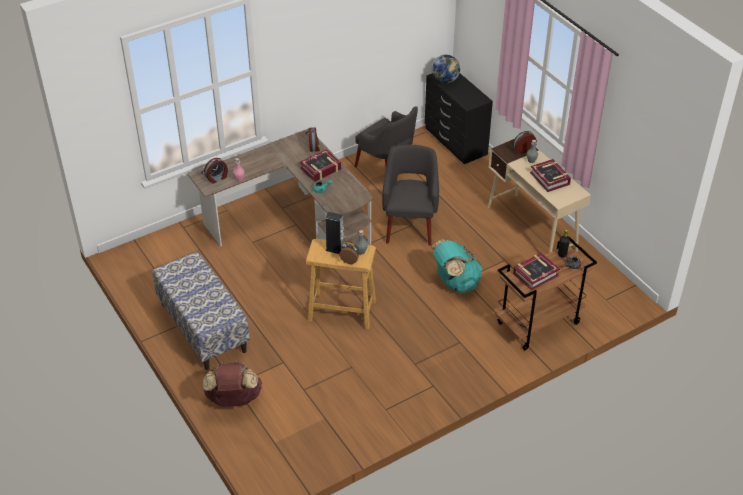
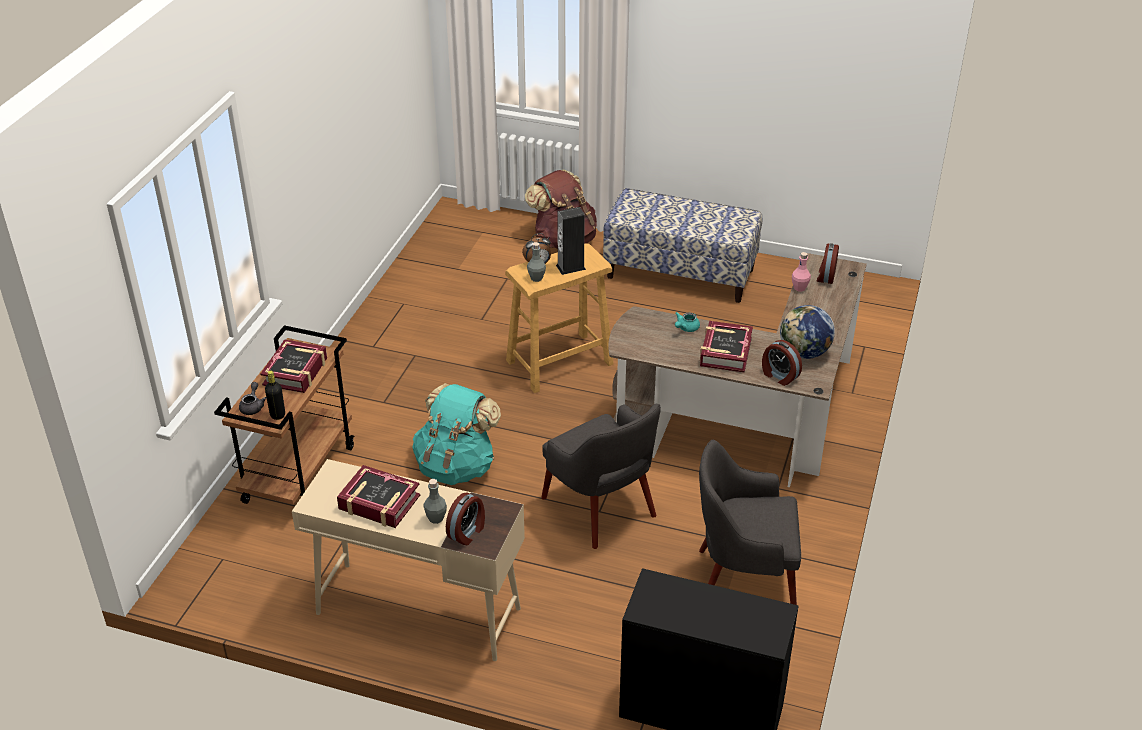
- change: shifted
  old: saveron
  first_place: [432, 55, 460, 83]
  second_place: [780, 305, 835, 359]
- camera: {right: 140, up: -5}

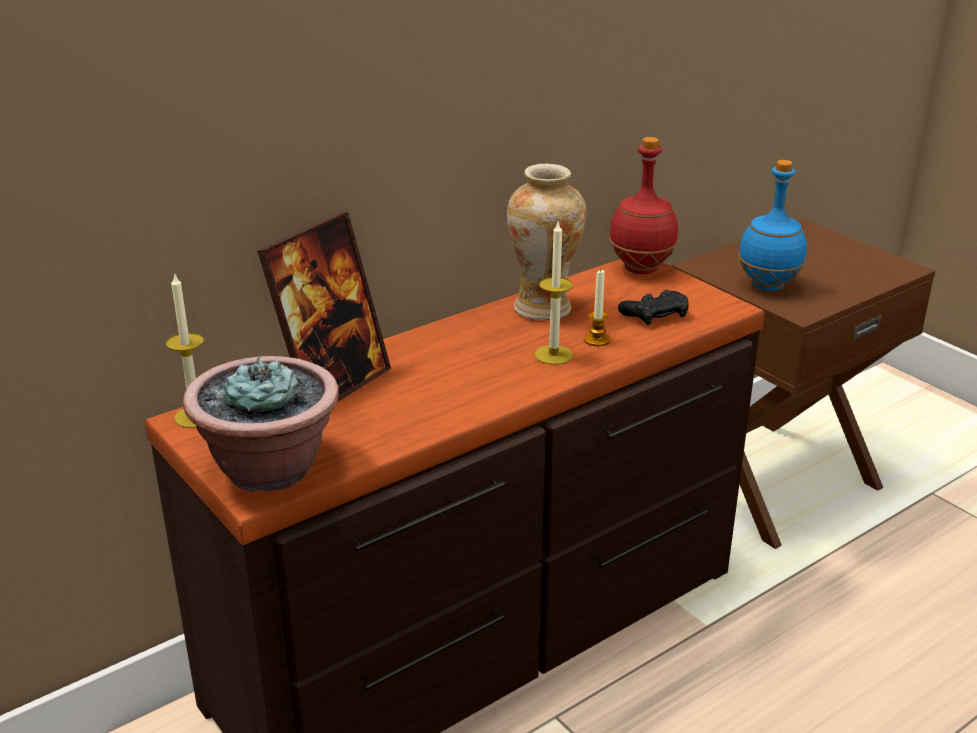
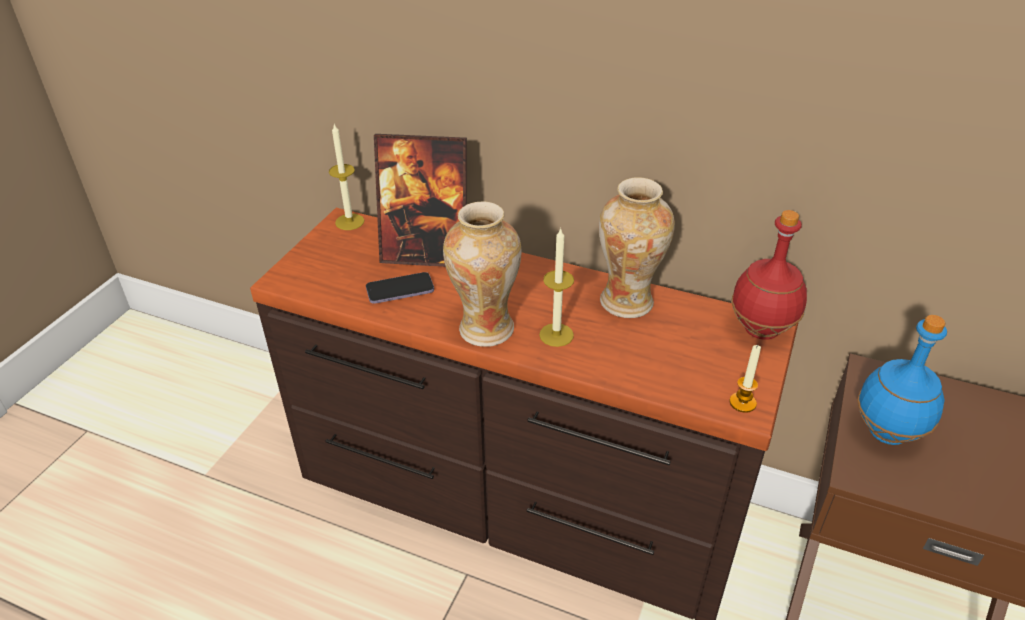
- change: shifted
  old: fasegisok
  first_place: [584, 269, 610, 346]
  second_place: [729, 345, 761, 413]
- change: gone
  old: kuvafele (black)
  first_place: [618, 290, 689, 326]
- change: gone
  old: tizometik
  first_place: [183, 356, 339, 492]
- change: new
  new: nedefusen
  second_place: [443, 202, 521, 347]
- change: new
  new: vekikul
  second_place: [366, 272, 434, 304]
- camera: {right: 60, up: 10}

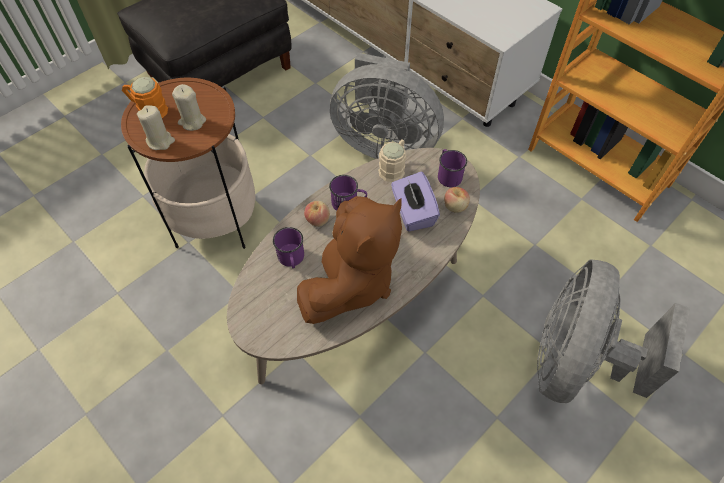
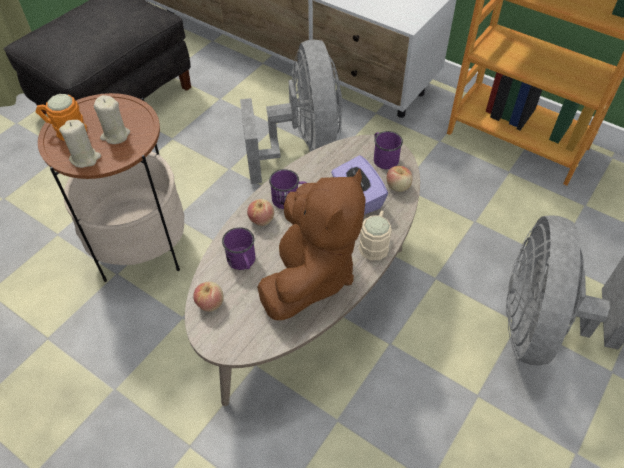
- change: rotated
  old: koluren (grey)
  first_place: [330, 53, 444, 159]
  second_place: [240, 39, 342, 184]
  degrees: -105
- change: shifted
  old: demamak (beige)
  first_place: [378, 139, 406, 182]
  second_place: [358, 211, 392, 260]
- change: new
  new: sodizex
  second_place: [193, 281, 224, 312]
- camera: {right: -10, up: -5}

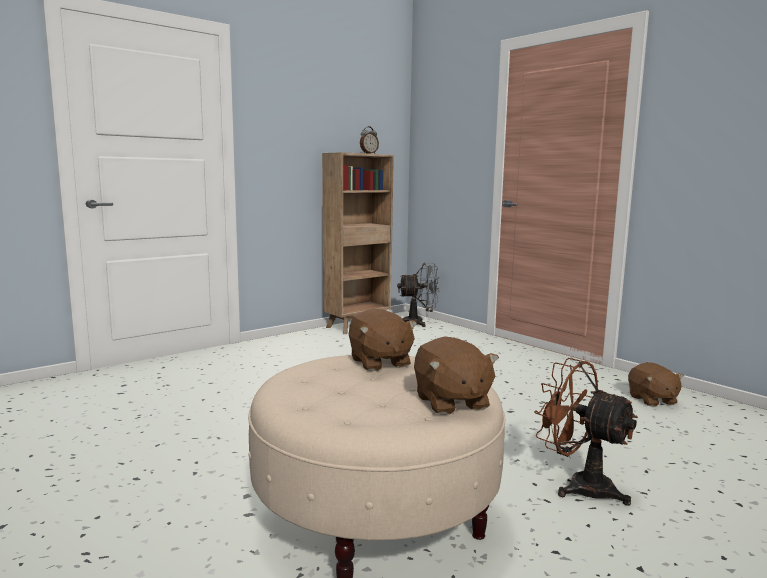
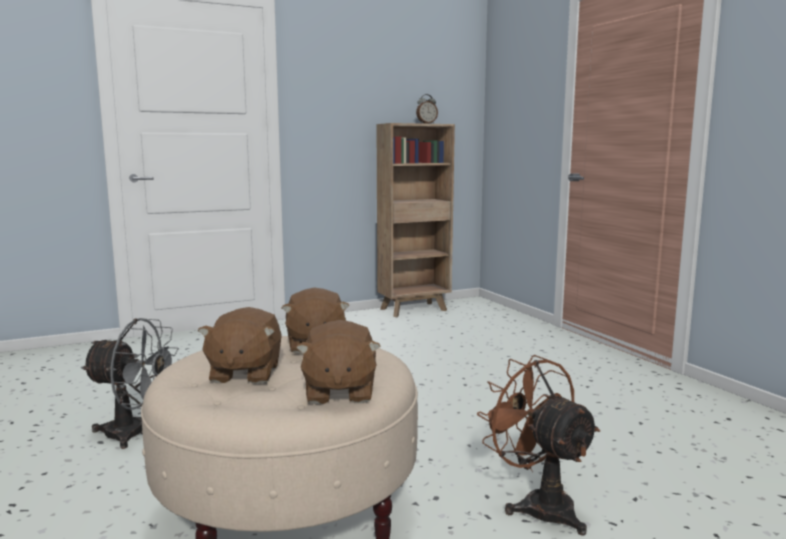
- change: shifted
  old: koluren (grey)
  first_place: [397, 263, 439, 327]
  second_place: [81, 318, 179, 449]
- change: shifted
  old: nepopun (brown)
  first_place: [628, 362, 684, 407]
  second_place: [198, 307, 282, 384]
- camera: {right: 15, up: 0}

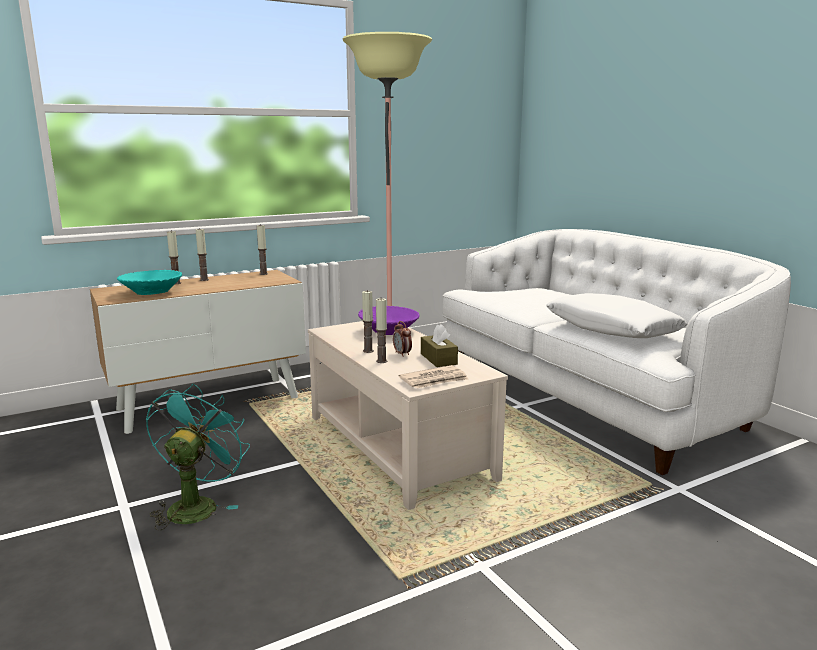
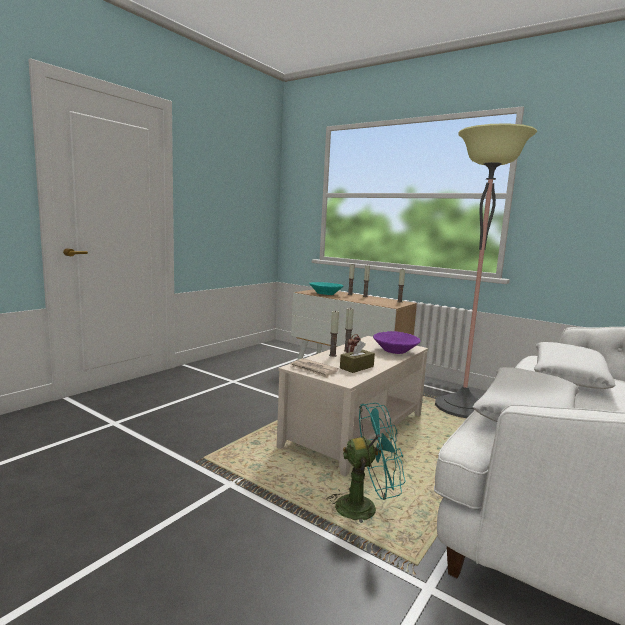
- change: shifted
  old: koluren (turquoise)
  first_place: [146, 384, 250, 531]
  second_place: [327, 403, 405, 523]
- change: new
  new: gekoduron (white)
  second_place: [534, 342, 616, 389]
- camera: {right: 65, up: -5}

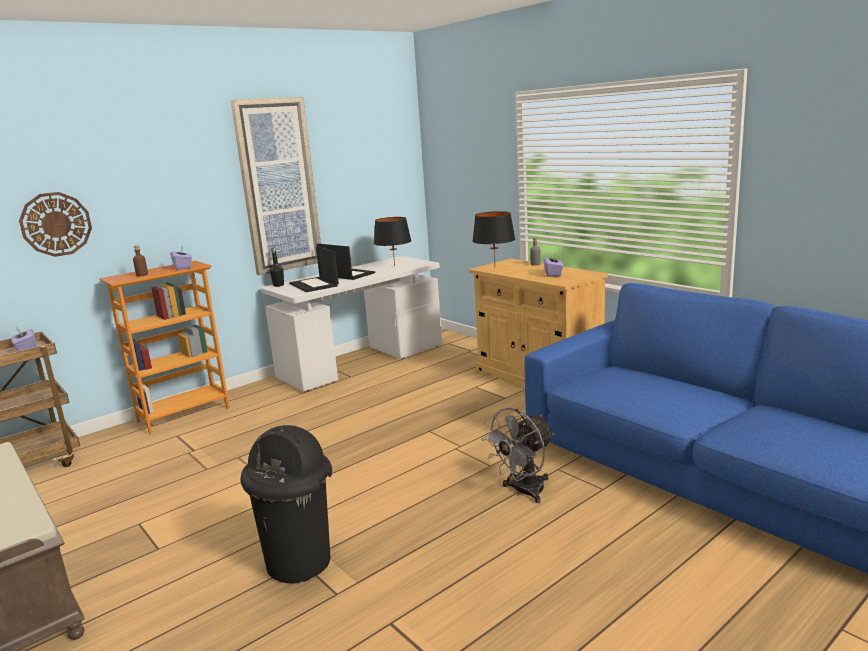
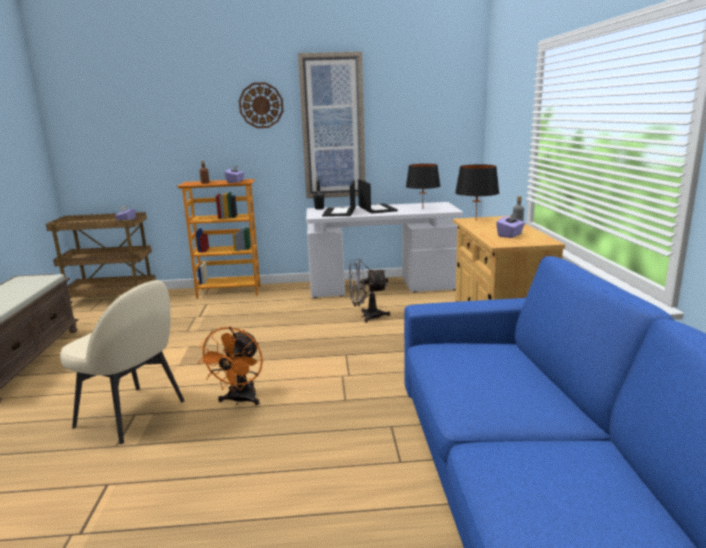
- change: shifted
  old: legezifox
  first_place: [19, 192, 92, 257]
  second_place: [239, 82, 284, 128]
- change: shifted
  old: koluren (grey)
  first_place: [481, 408, 554, 503]
  second_place: [349, 259, 390, 323]
- change: swapped
  old: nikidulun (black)
  new: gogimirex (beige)
  first_place: [241, 425, 332, 583]
  second_place: [60, 280, 184, 444]
- change: new
  new: koluren (orange)
  second_place: [197, 327, 263, 405]
- camera: {right: 35, up: 0}

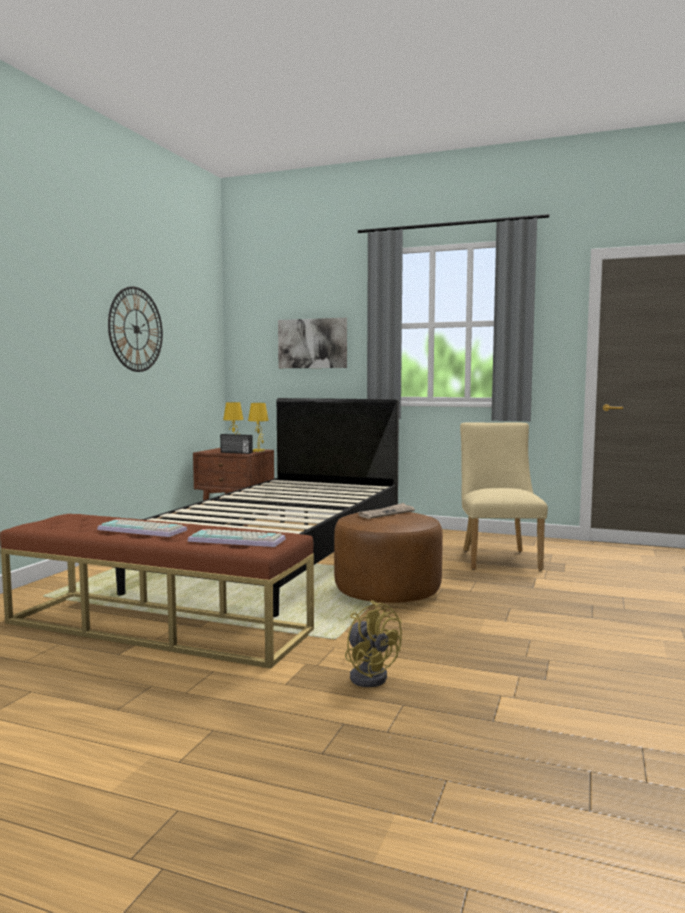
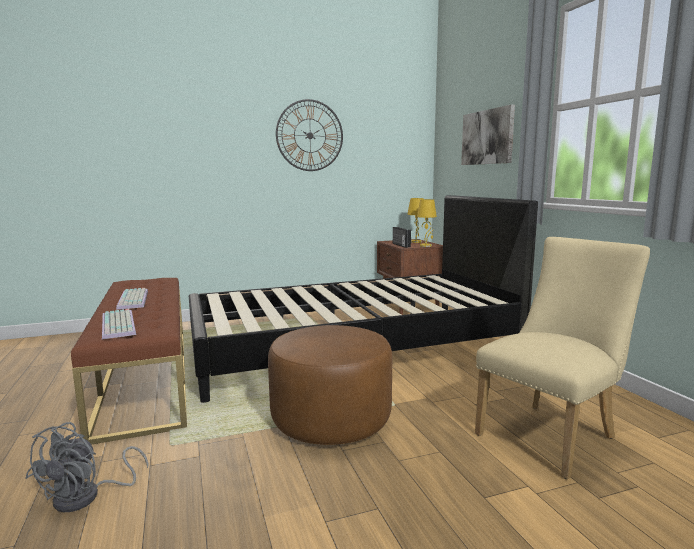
- change: gone
  old: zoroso
  first_place: [358, 503, 415, 519]
- change: repainted
  old: koluren (yellow)
  new: koluren (grey)
  first_place: [345, 600, 402, 687]
  second_place: [25, 422, 149, 513]
- camera: {right: 50, up: 5}

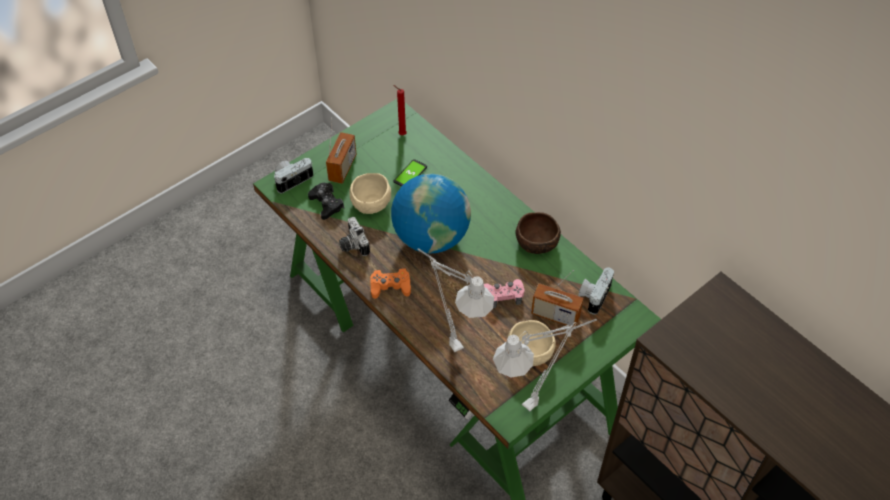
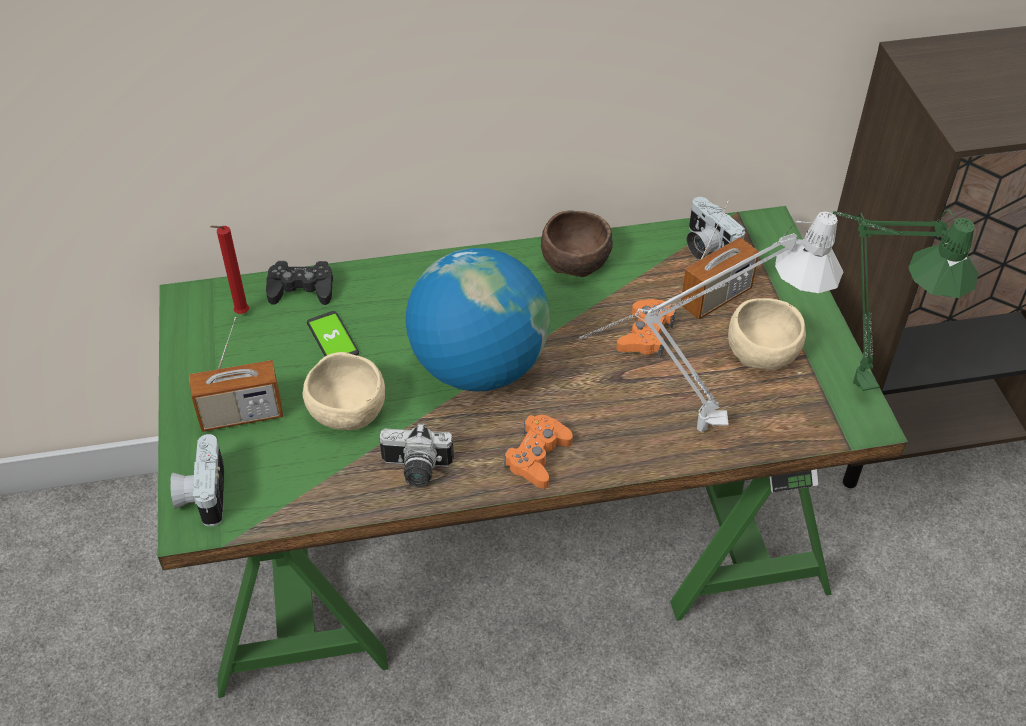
- change: rotated
  old: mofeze
  first_place: [326, 118, 356, 184]
  second_place: [189, 317, 283, 432]
  degrees: 120
- change: shifted
  old: kuvafele (black)
  first_place: [308, 183, 344, 220]
  second_place: [266, 261, 333, 305]
- change: repainted
  old: kuvafele (pink)
  new: kuvafele (orange)
  first_place: [484, 279, 524, 308]
  second_place: [616, 299, 676, 358]
- change: repainted
  old: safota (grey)
  new: safota (green)
  first_place: [493, 319, 597, 411]
  second_place: [833, 209, 979, 393]
- camera: {right: -60, up: -5}

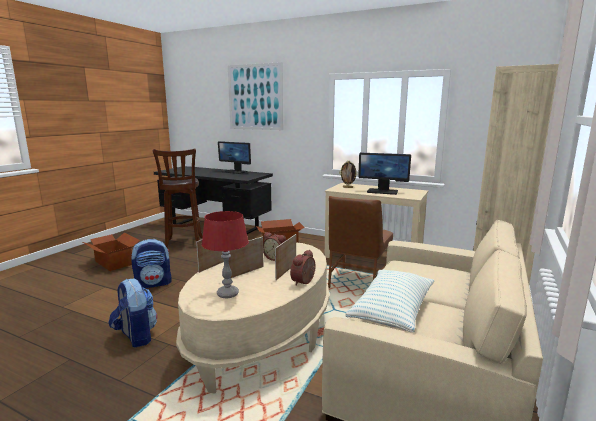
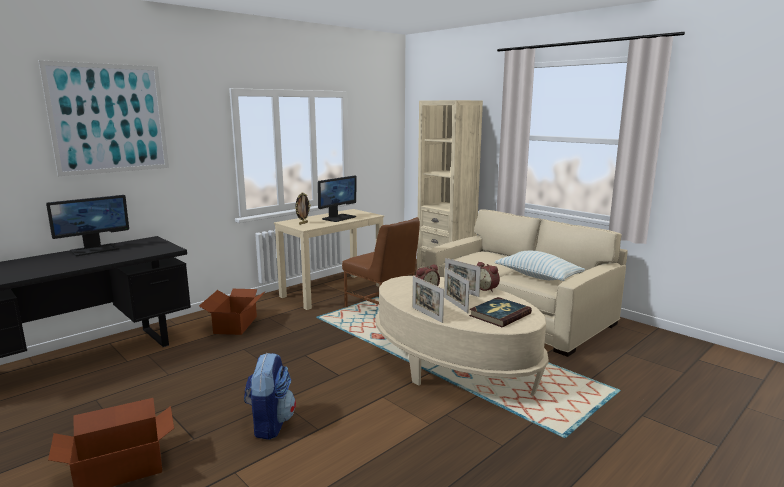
- change: gone
  old: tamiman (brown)
  first_place: [153, 148, 203, 247]
- change: swapped
  old: safota (red)
  new: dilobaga
  first_place: [202, 211, 249, 298]
  second_place: [469, 297, 532, 327]
- change: gone
  old: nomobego
  first_place: [108, 279, 157, 348]
- camera: {right: -70, up: 0}

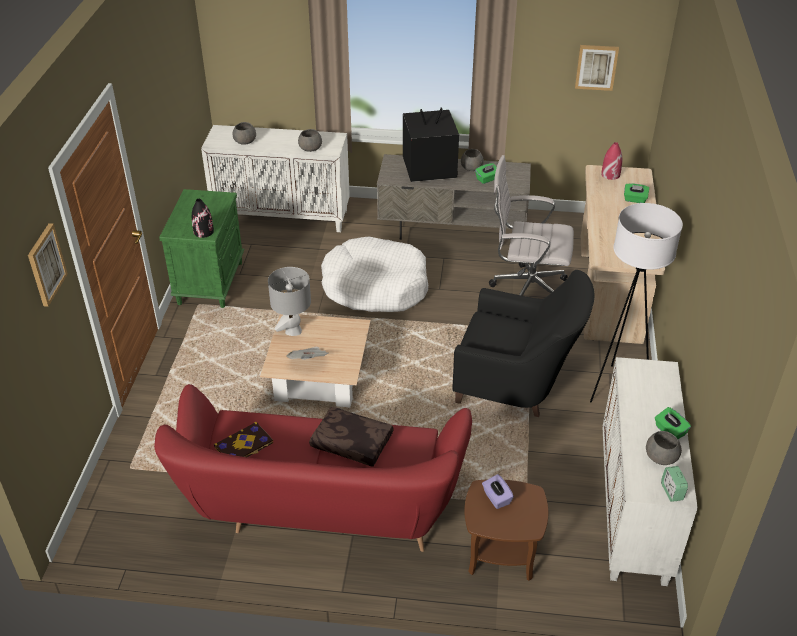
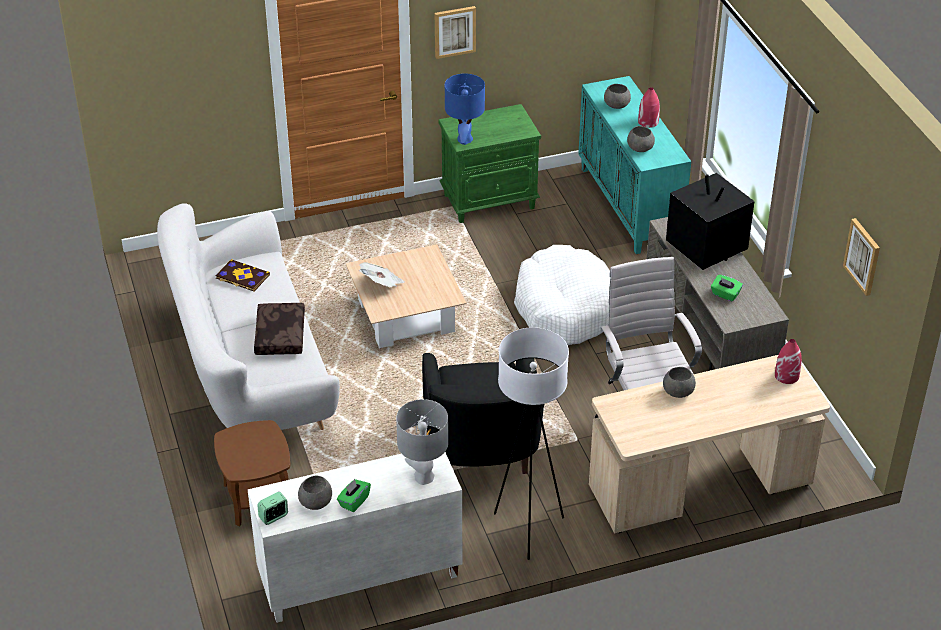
- change: repainted
  old: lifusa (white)
  new: lifusa (turquoise)
  first_place: [201, 125, 350, 232]
  second_place: [578, 76, 691, 254]
- change: shifted
  old: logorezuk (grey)
  first_place: [461, 149, 484, 171]
  second_place: [663, 367, 696, 398]
- change: gone
  old: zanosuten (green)
  first_place: [624, 183, 649, 203]
- change: swapped
  old: nedefusen (black)
  new: safota (blue)
  first_place: [192, 199, 214, 238]
  second_place: [445, 74, 485, 145]
- change: shifted
  old: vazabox
  first_place: [28, 223, 68, 307]
  second_place: [435, 6, 476, 59]
- change: shifted
  old: safota (grey)
  first_place: [268, 267, 311, 336]
  second_place: [396, 399, 448, 485]
- change: repainted
  old: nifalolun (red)
  new: nifalolun (white)
  first_place: [154, 384, 472, 552]
  second_place: [157, 203, 340, 430]
- change: gone
  old: zanosuten (purple)
  first_place: [482, 474, 514, 509]
- change: new
  new: nedefusen (red)
  second_place: [638, 87, 660, 128]
- camera: {right: 65, up: 0}

